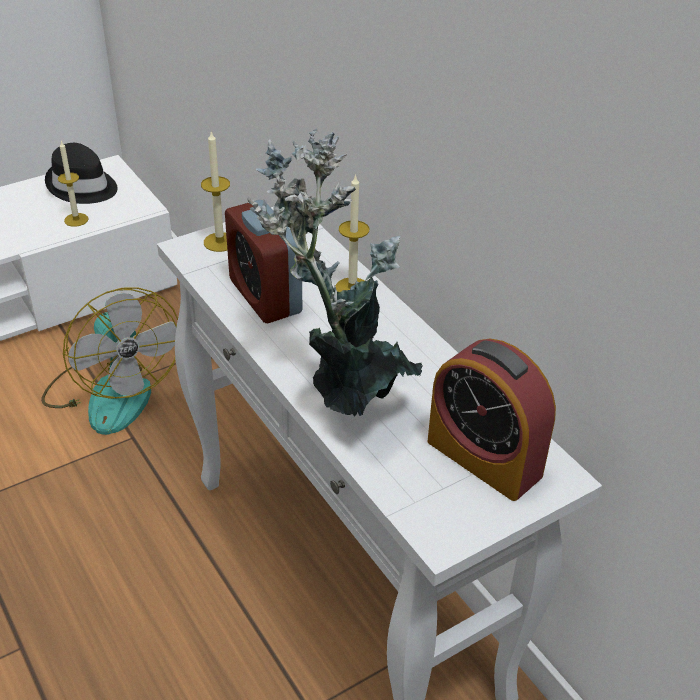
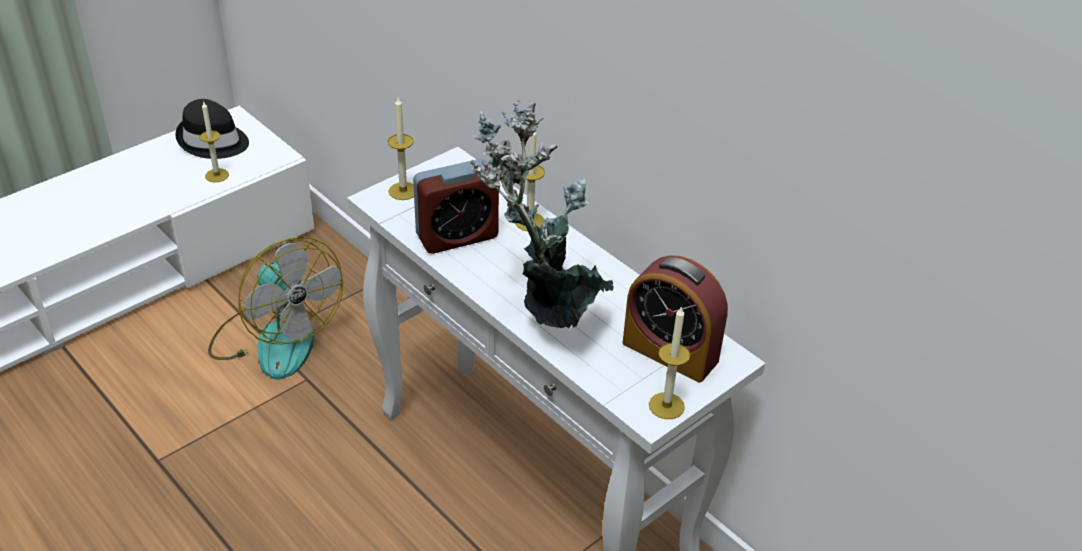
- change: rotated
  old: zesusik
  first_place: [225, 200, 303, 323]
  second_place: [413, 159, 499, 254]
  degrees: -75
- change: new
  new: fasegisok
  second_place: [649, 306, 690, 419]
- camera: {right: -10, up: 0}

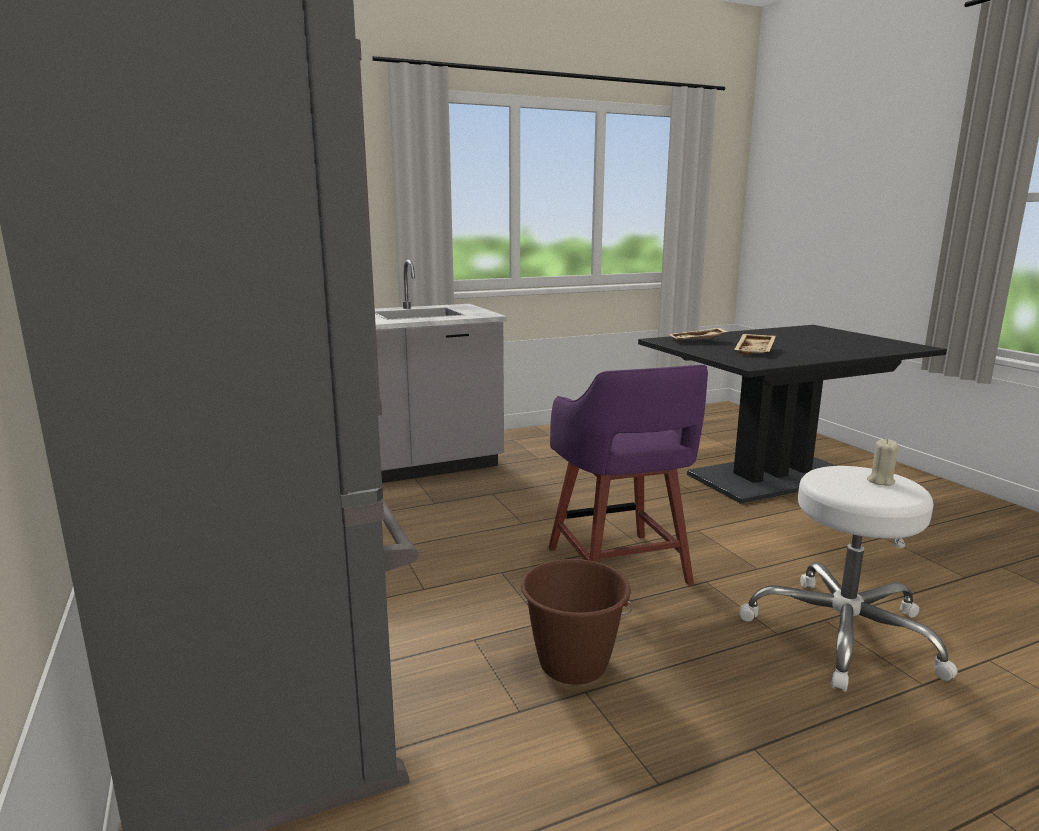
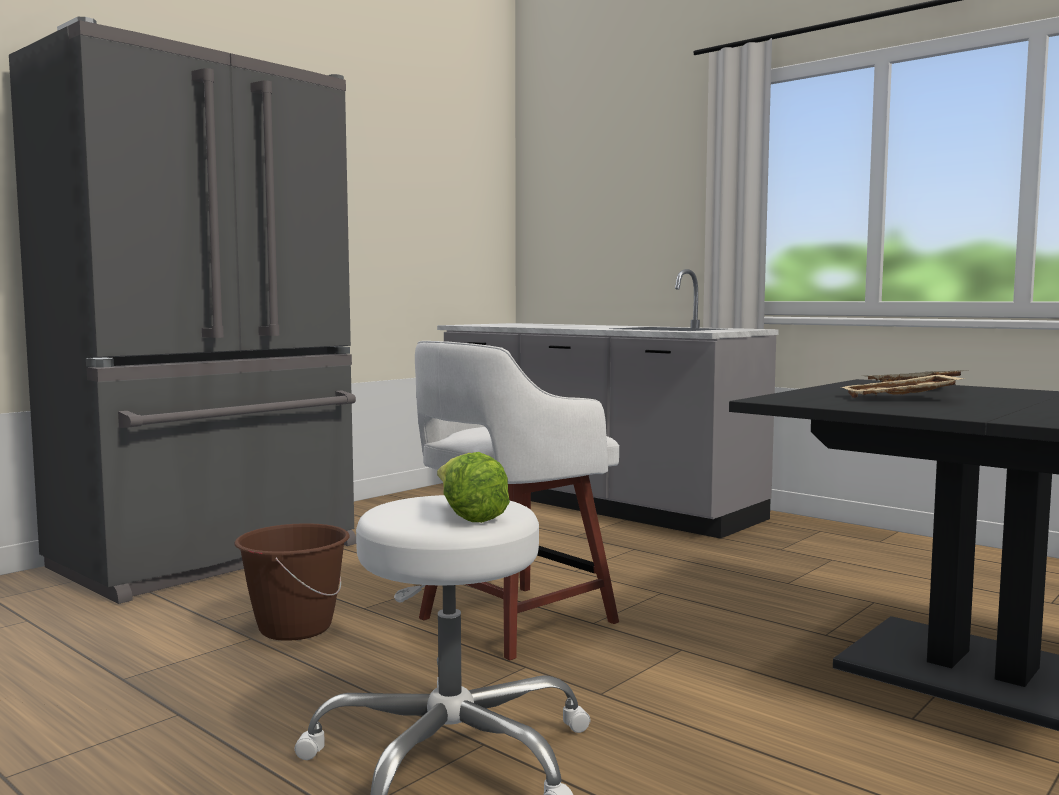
- change: repainted
  old: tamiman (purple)
  new: tamiman (white)
  first_place: [548, 365, 708, 585]
  second_place: [415, 341, 619, 660]
- change: swapped
  old: fasegisok (beige)
  new: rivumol
  first_place: [867, 439, 898, 486]
  second_place: [437, 452, 510, 522]
- camera: {right: 65, up: -10}

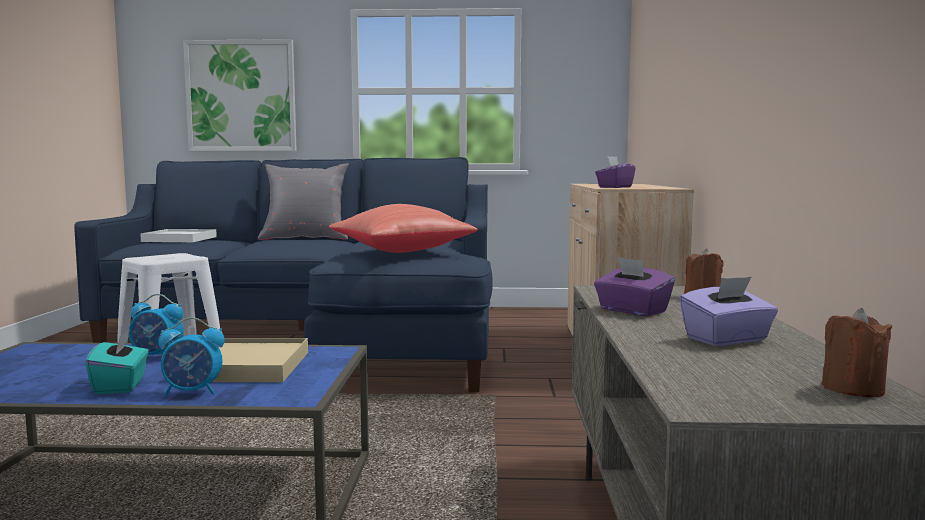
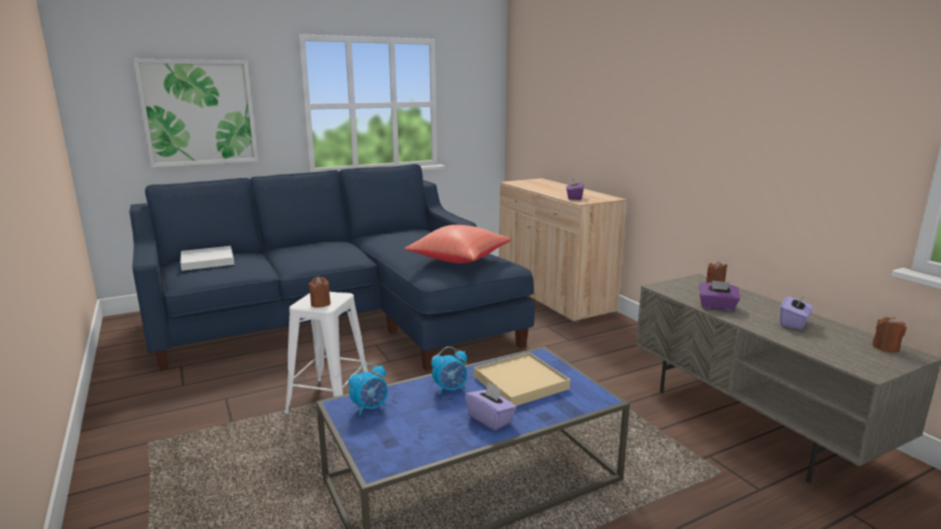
- change: gone
  old: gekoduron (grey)
  first_place: [258, 163, 349, 240]
- change: shifted
  old: zesusik
  first_place: [158, 317, 224, 397]
  second_place: [348, 363, 388, 416]
- change: repainted
  old: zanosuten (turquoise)
  new: zanosuten (purple)
  first_place: [85, 330, 149, 394]
  second_place: [465, 382, 517, 431]
- change: new
  new: fasegisok (brown)
  second_place: [309, 277, 331, 308]
- camera: {right: -30, up: 10}

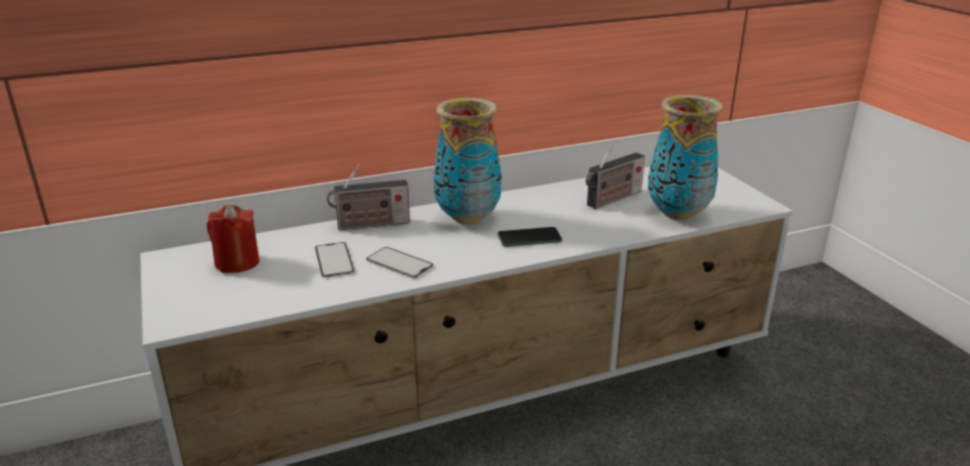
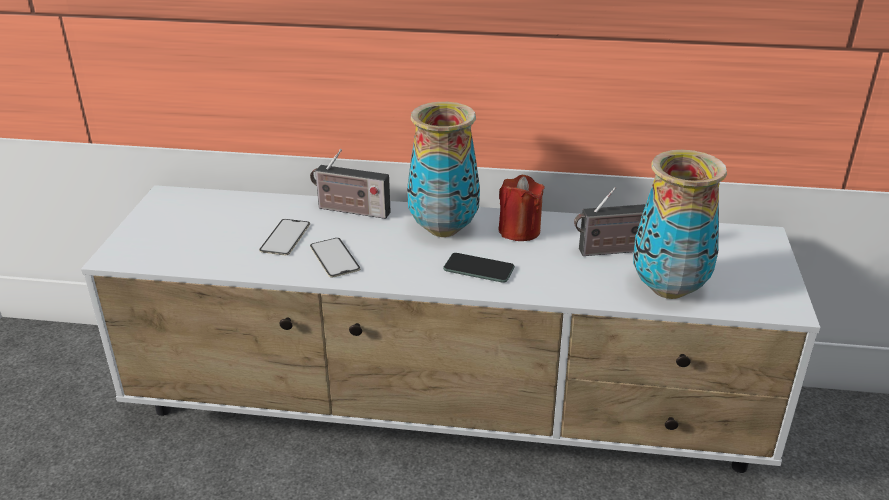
- change: shifted
  old: fasegisok (red)
  first_place: [207, 205, 260, 273]
  second_place: [498, 175, 545, 241]
- camera: {right: 30, up: 5}

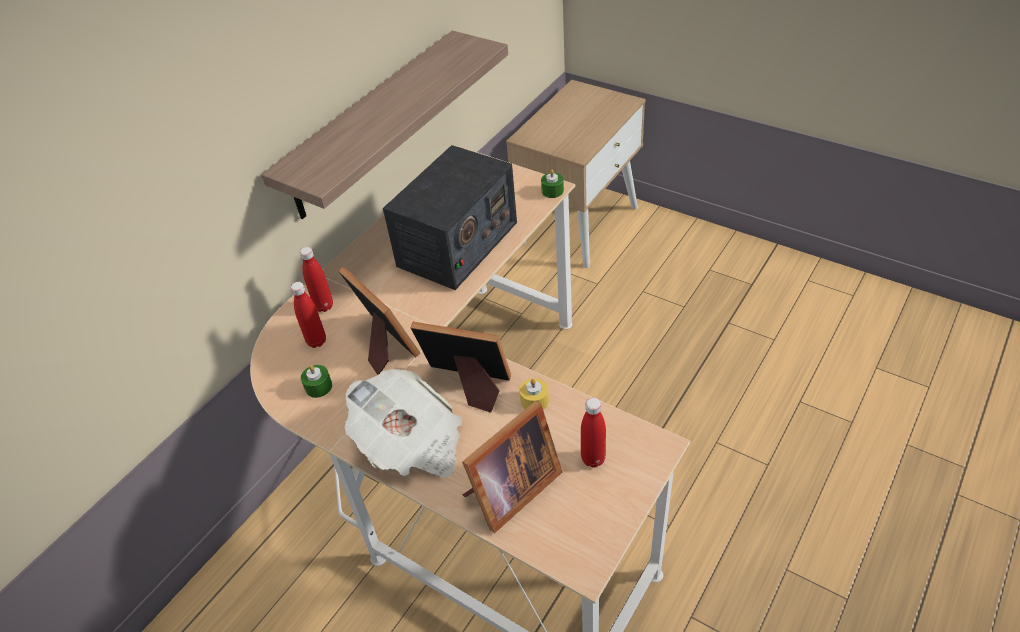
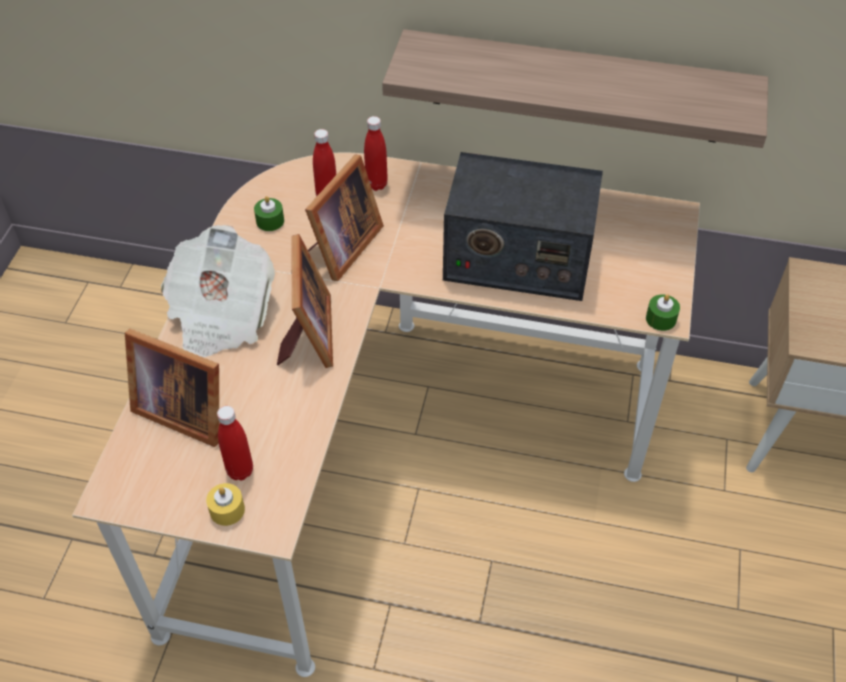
- change: shifted
  old: fasegisok (yellow)
  first_place: [519, 378, 549, 410]
  second_place: [206, 483, 245, 526]
- camera: {right: 65, up: 5}

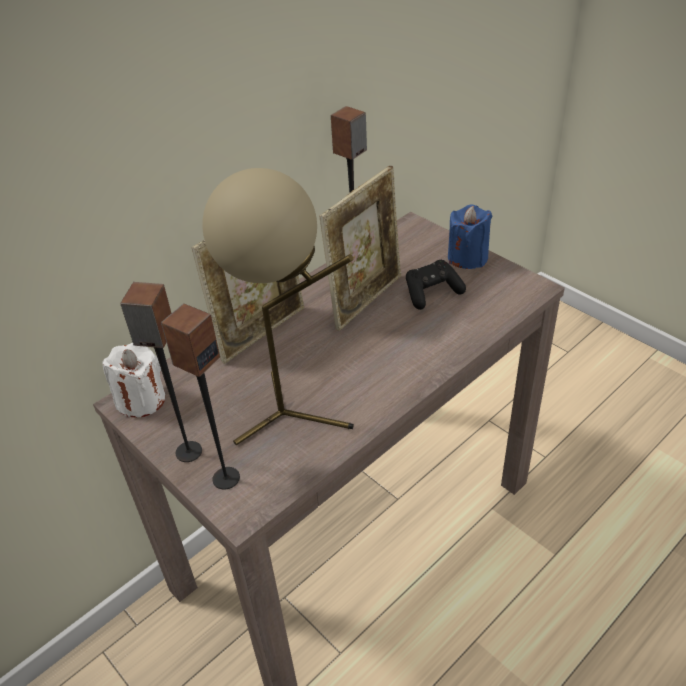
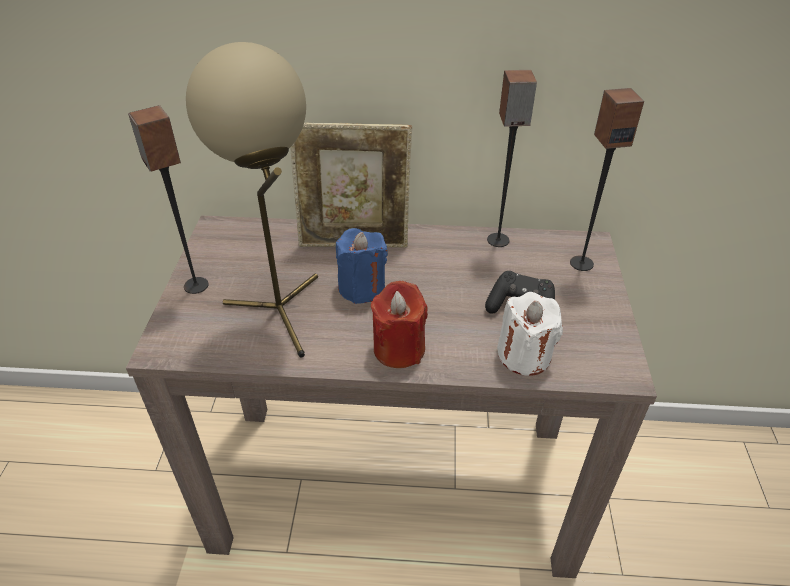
- change: gone
  old: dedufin
  first_place: [320, 166, 401, 331]
- change: shifted
  old: fasegisok (blue)
  first_place: [448, 205, 492, 269]
  second_place: [336, 228, 388, 304]
- change: shifted
  old: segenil
  first_place: [161, 304, 240, 490]
  second_place: [570, 88, 644, 271]
- change: shifted
  old: fasegisok (white)
  first_place: [102, 342, 165, 417]
  second_place: [497, 292, 563, 376]
- change: new
  new: fasegisok (red)
  second_place: [371, 281, 428, 368]
- camera: {right: 45, up: 0}

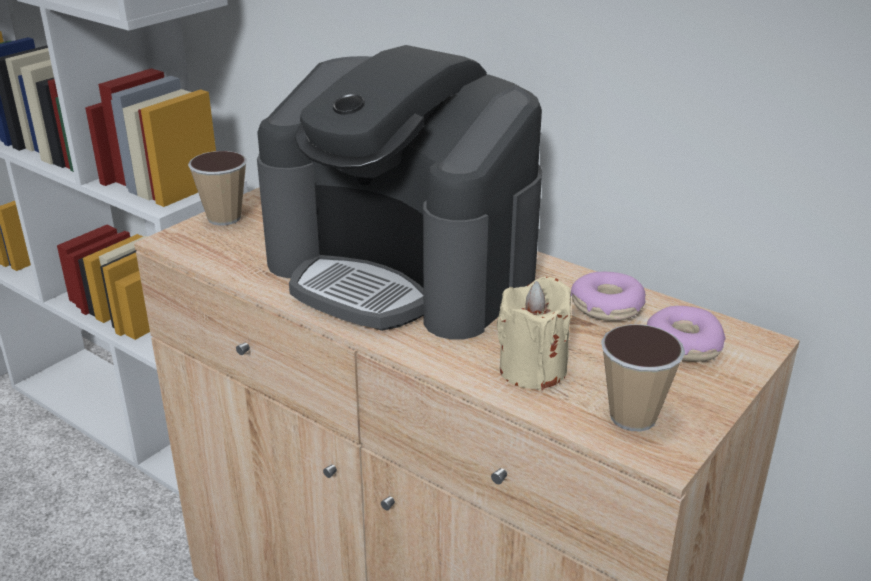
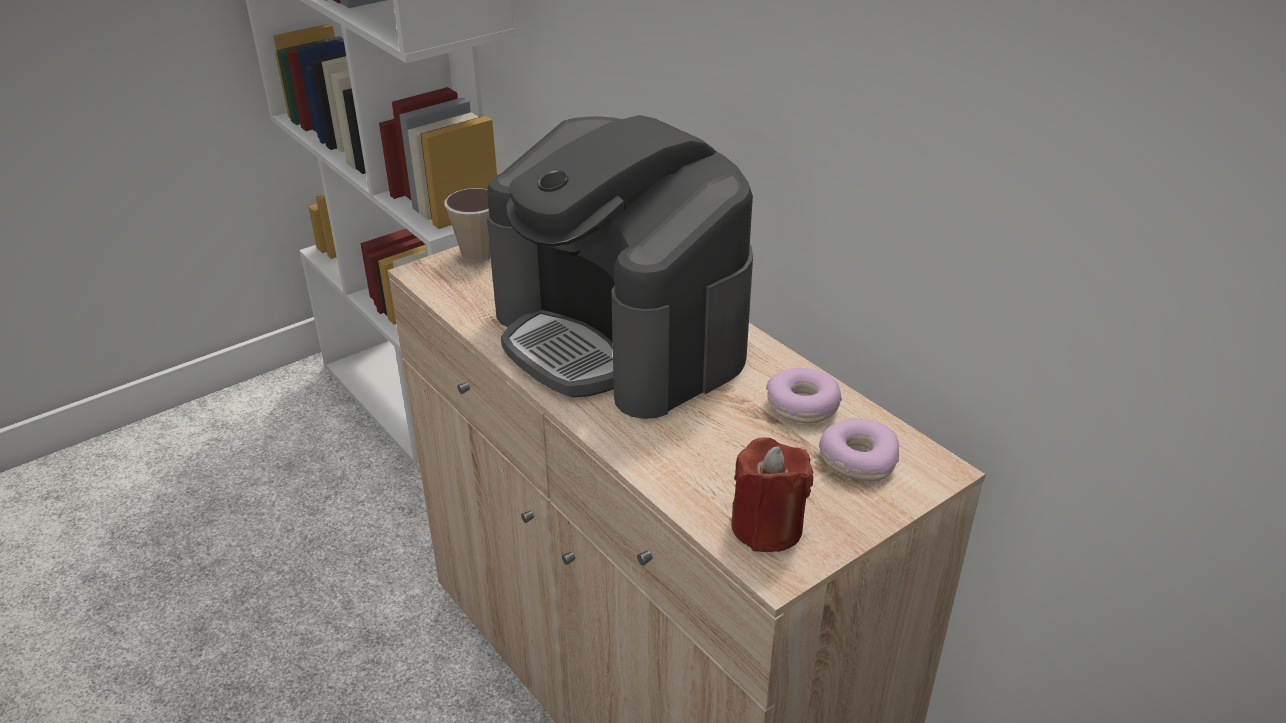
- change: gone
  old: fasegisok (beige)
  first_place: [497, 277, 571, 391]
- change: swapped
  old: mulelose
  new: fasegisok (red)
  first_place: [601, 324, 685, 431]
  second_place: [731, 437, 813, 552]
- camera: {right: 15, up: 5}

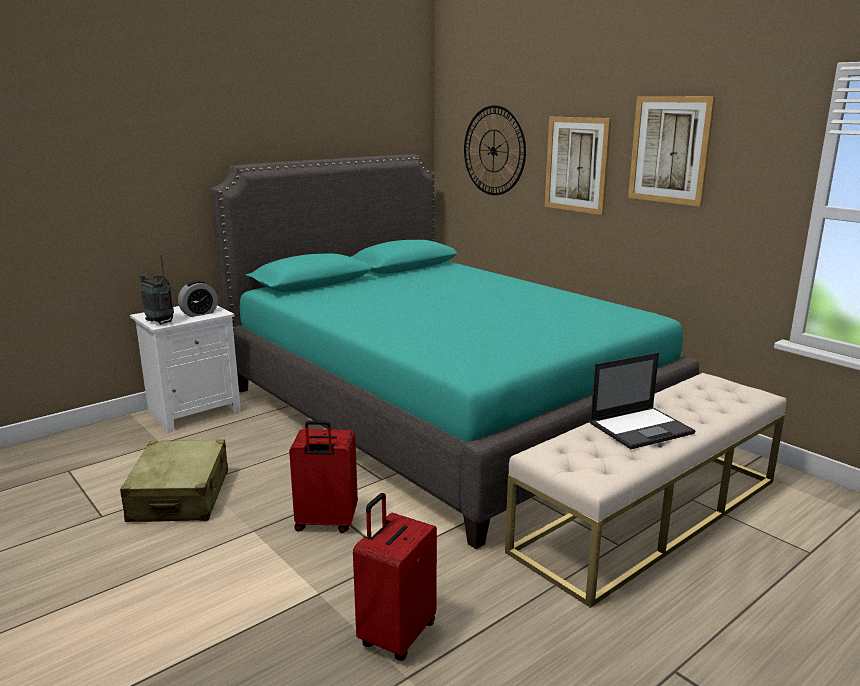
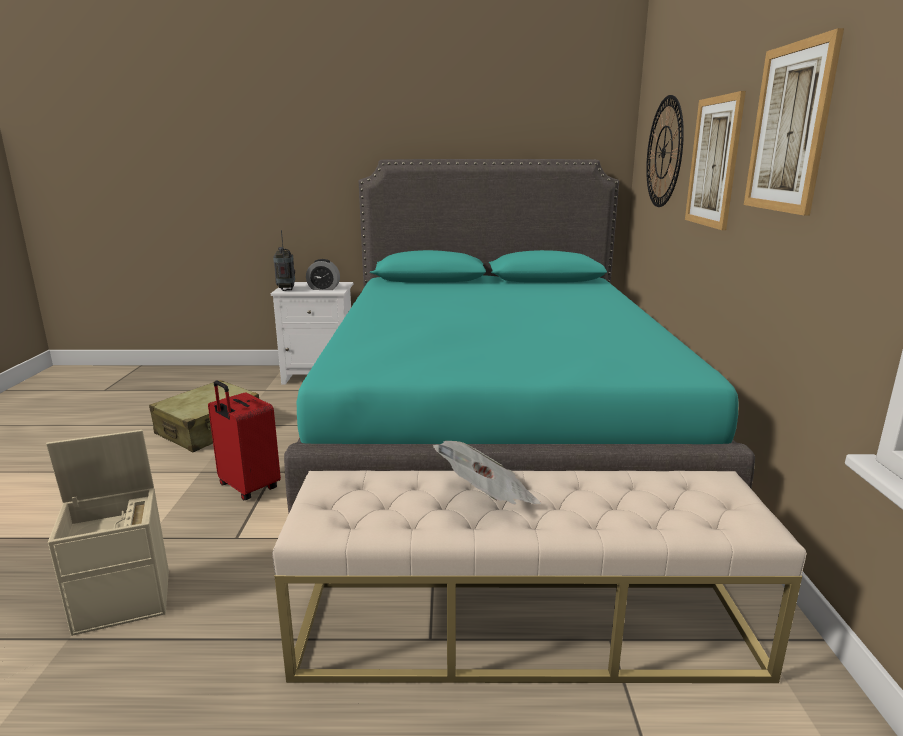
- change: swapped
  old: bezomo
  new: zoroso
  first_place: [589, 353, 695, 449]
  second_place: [433, 441, 541, 505]
- change: swapped
  old: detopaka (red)
  new: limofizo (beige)
  first_place: [353, 493, 437, 661]
  second_place: [46, 430, 169, 636]
- camera: {right: 40, up: 0}

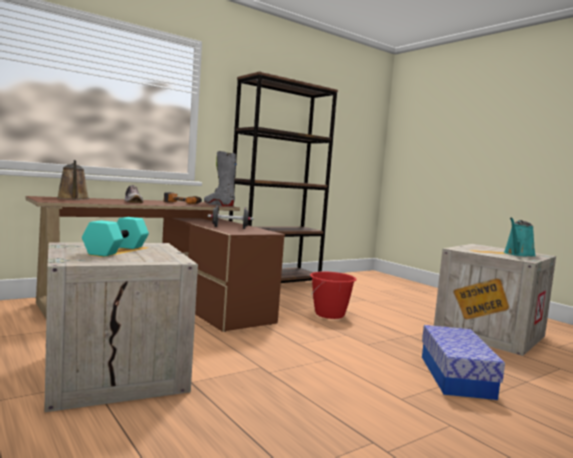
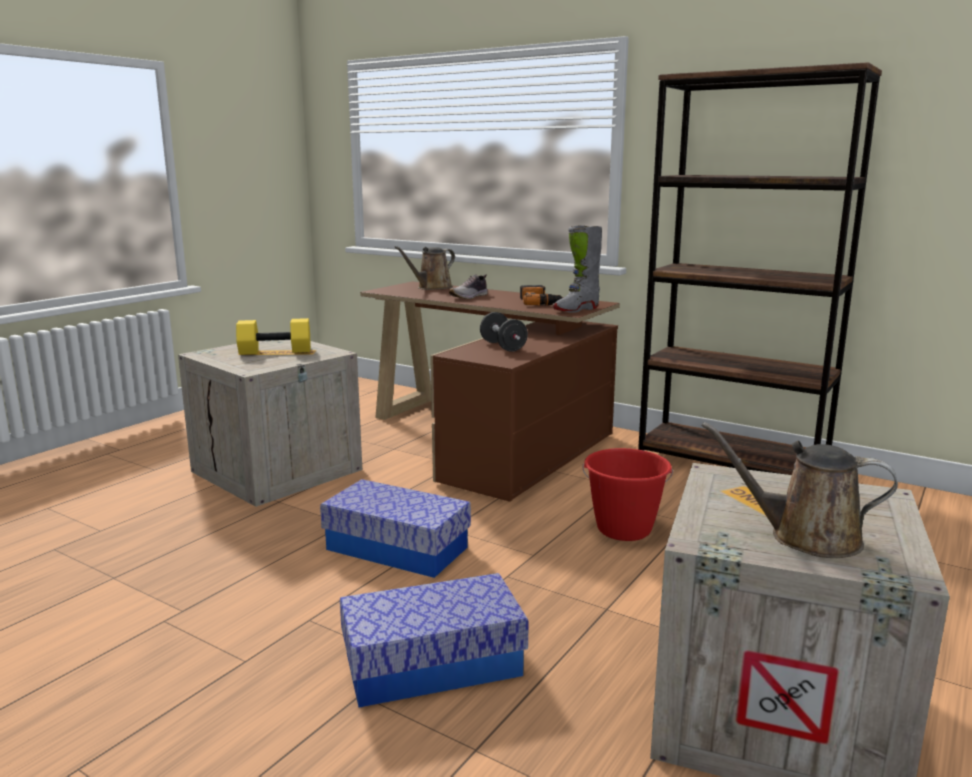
- change: rotated
  old: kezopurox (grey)
  first_place: [204, 151, 237, 206]
  second_place: [553, 225, 602, 313]
  degrees: -150
- change: repainted
  old: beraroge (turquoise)
  new: beraroge (yellow)
  first_place: [82, 217, 149, 256]
  second_place: [236, 318, 311, 355]
- change: repainted
  old: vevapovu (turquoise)
  new: vevapovu (brown)
  first_place: [504, 218, 536, 257]
  second_place: [702, 422, 898, 558]
- change: new
  new: limofizo
  second_place: [320, 479, 471, 578]
- camera: {right: 70, up: 10}

